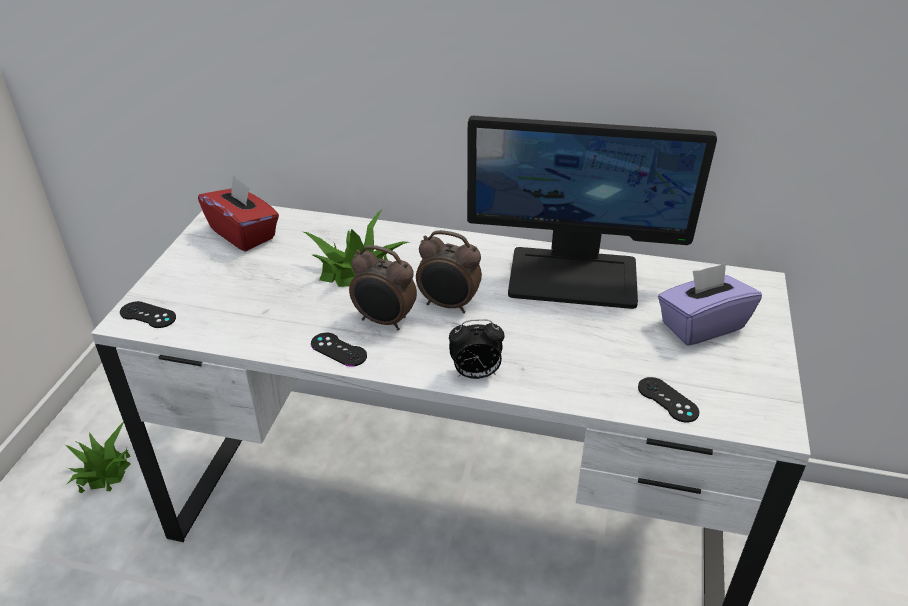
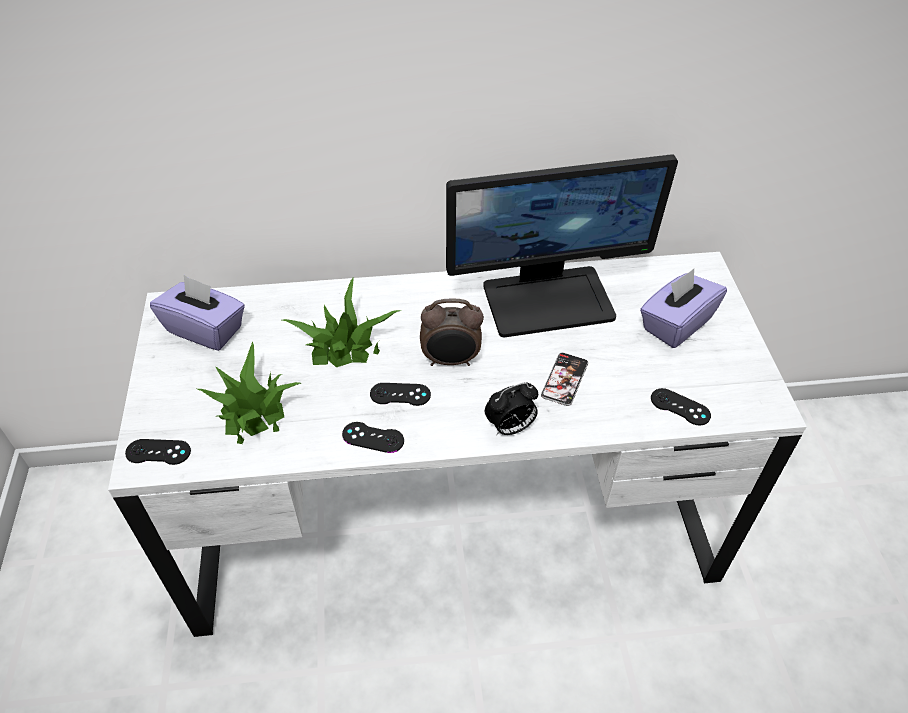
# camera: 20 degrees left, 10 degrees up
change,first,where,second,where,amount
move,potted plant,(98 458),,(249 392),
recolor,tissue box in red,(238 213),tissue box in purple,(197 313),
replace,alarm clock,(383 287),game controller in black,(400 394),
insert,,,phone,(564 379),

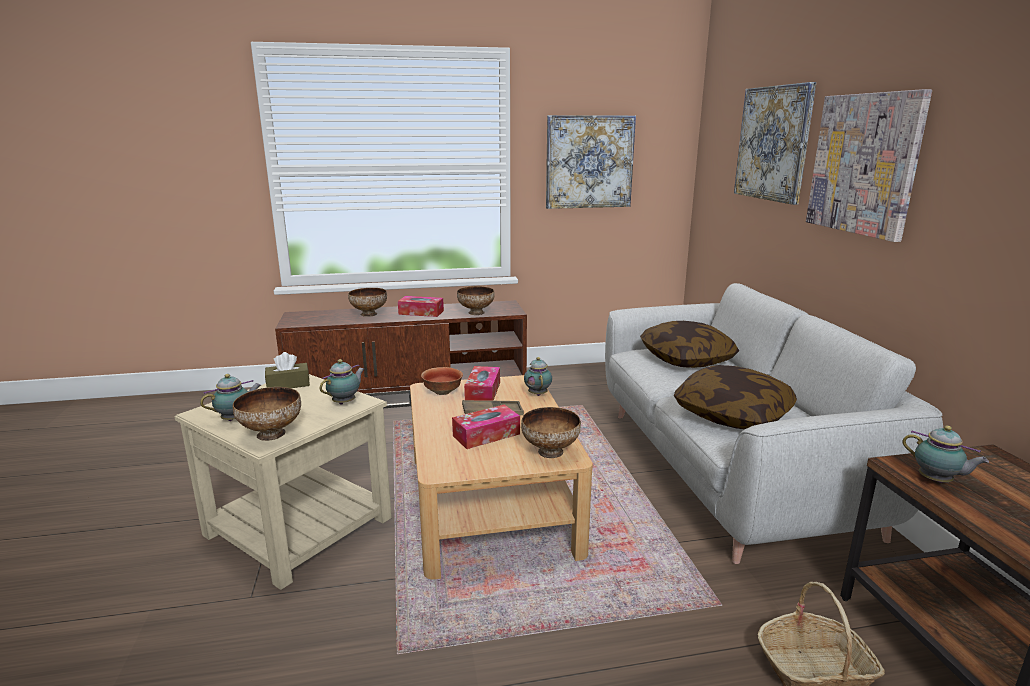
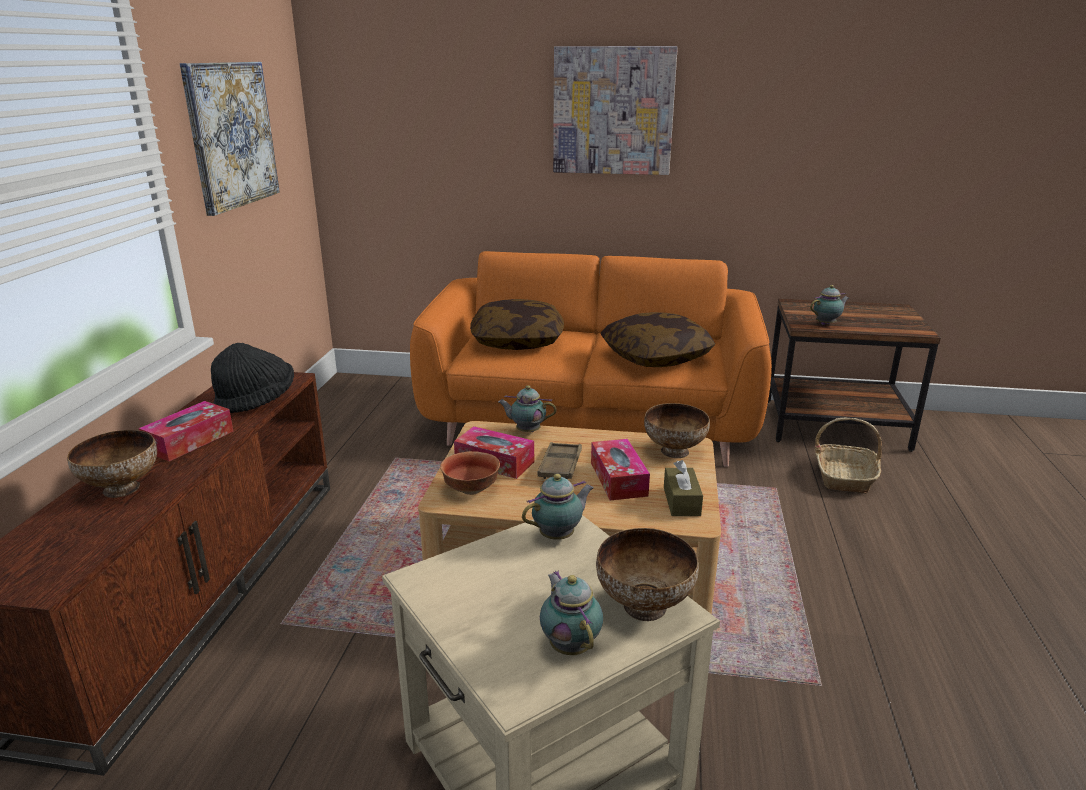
# camera: 70 degrees left, 5 degrees up
change,first,where,second,where,amount
move,tissue box in brown,(287 370),,(683 488),
rotate,teapot,(342 381),,(558 507),90 degrees clockwise
replace,bowl,(476 300),hat in black,(252 378),
recolor,sofa in grey,(774 423),sofa in orange,(591 359),
delete,picture,(775 143),,,

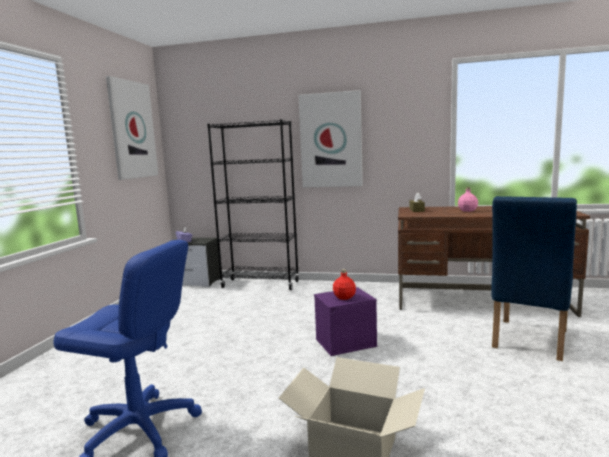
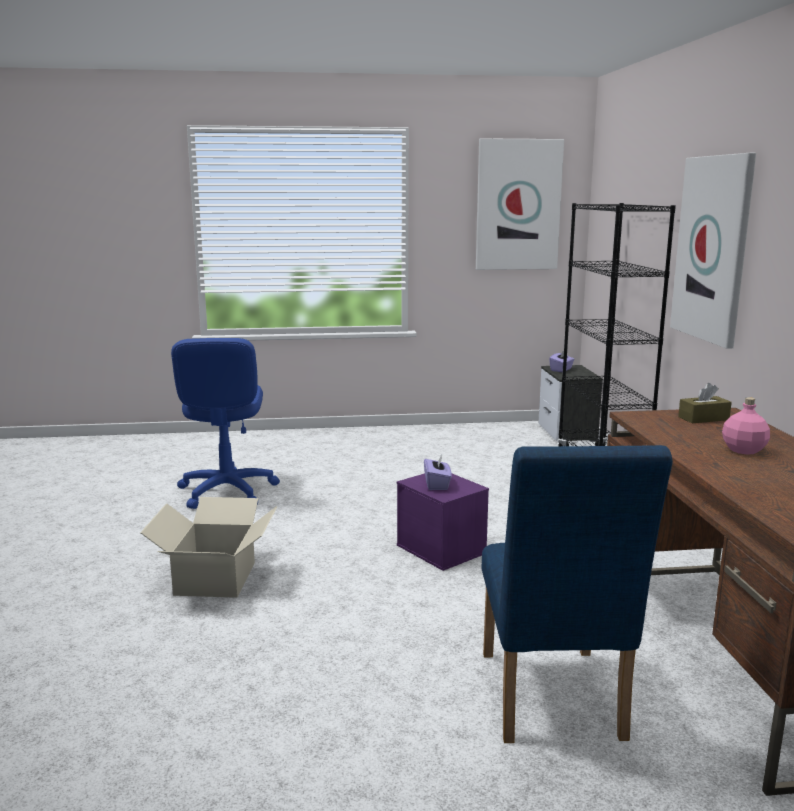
# camera: 70 degrees right, 5 degrees up
change,first,where,second,where,amount
replace,bottle in red,(344 284),tissue box in purple,(438 472),
rotate,chair in blue,(534 278),,(577 594),105 degrees counterclockwise

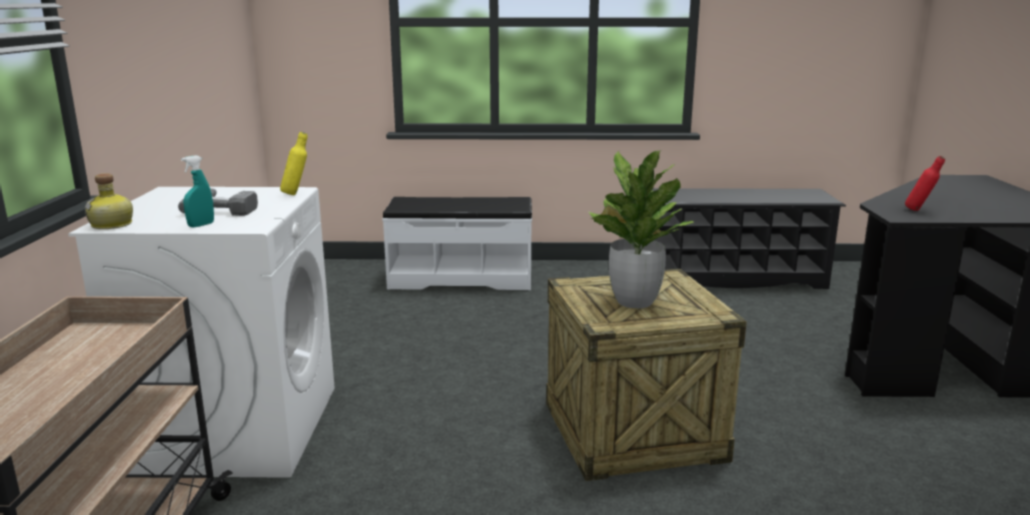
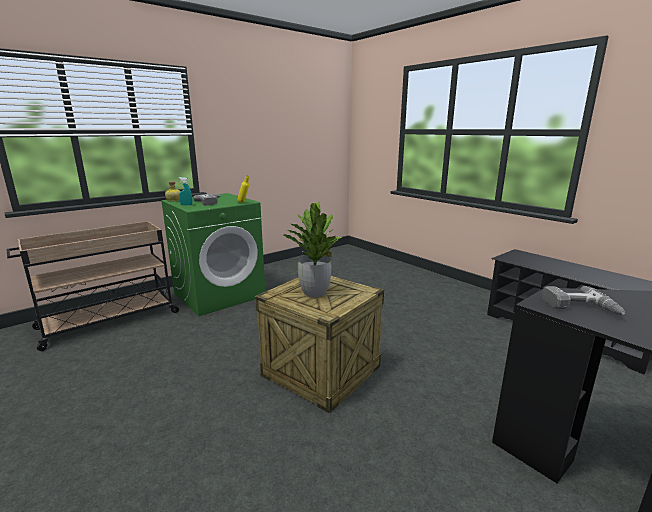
# camera: 50 degrees right, 0 degrees up
change,first,where,second,where,amount
recolor,washing machine in white,(201 332),washing machine in green,(213 254),
delete,bench in white,(457 243),,,
replace,bottle in red,(925 183),power drill,(583 300),

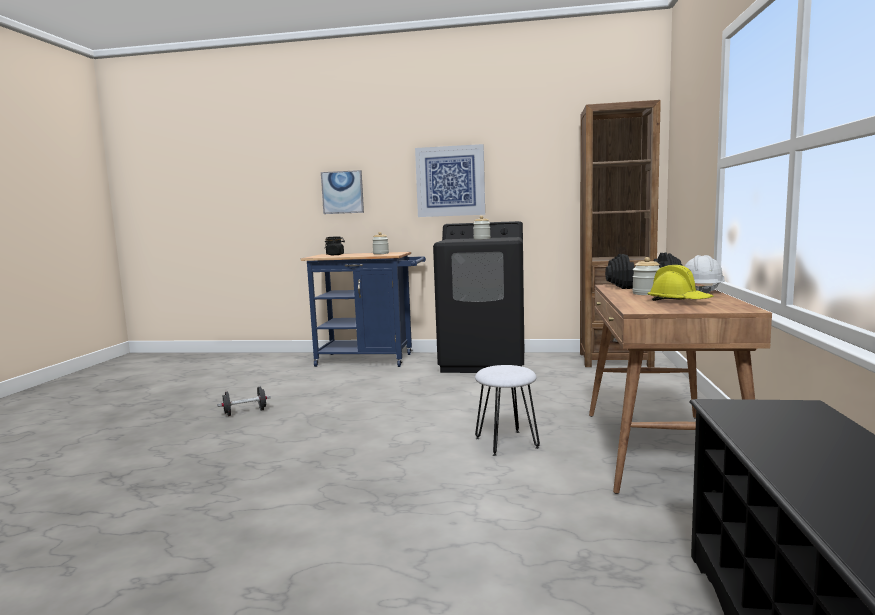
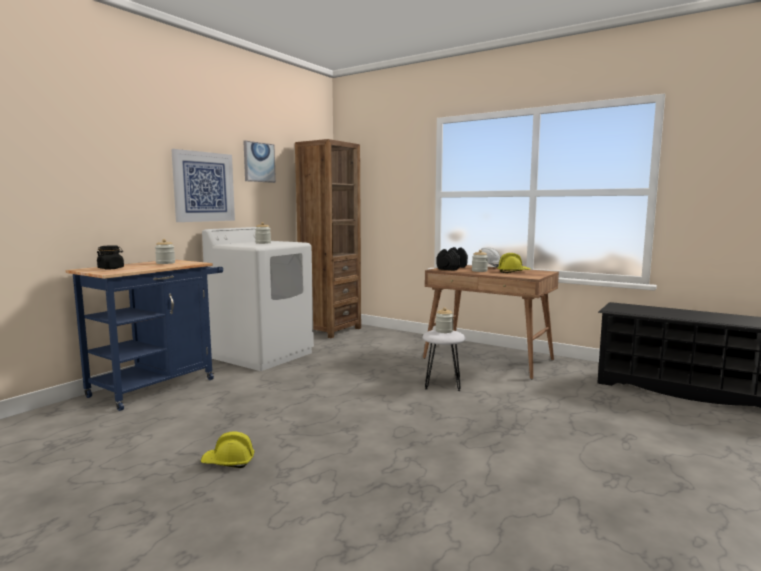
# camera: 65 degrees left, 0 degrees up
change,first,where,second,where,amount
replace,dumbbell in black,(244 401),hard hat in yellow,(228 449),
move,picture,(342 192),,(259 162),
recolor,washing machine in black,(478 297),washing machine in white,(258 299),
insert,,,jar,(445 320),

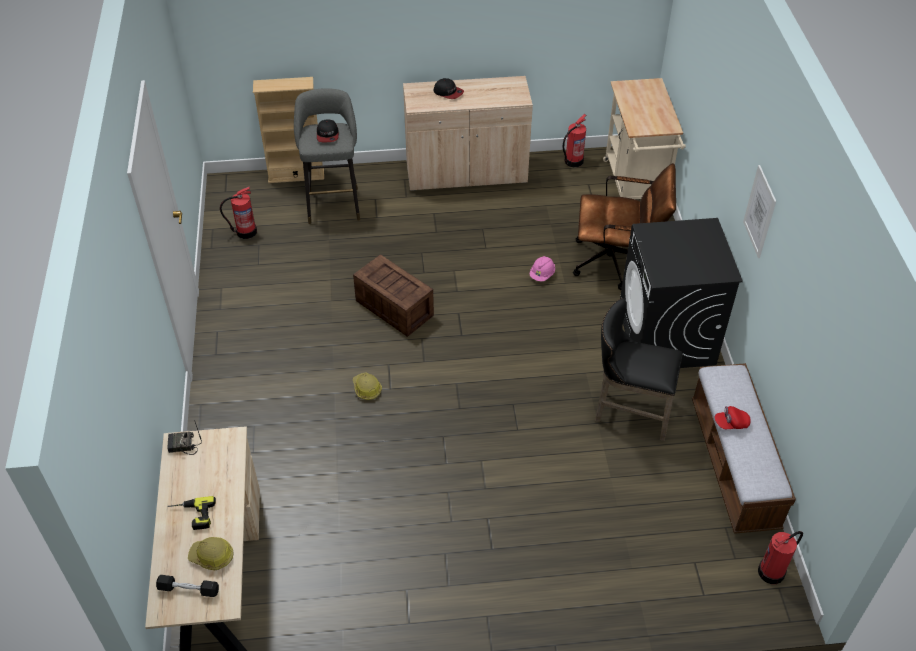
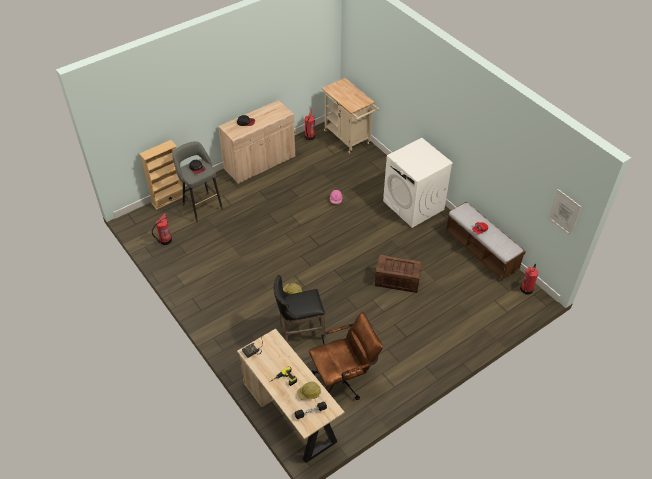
# camera: 30 degrees left, 0 degrees up
change,first,where,second,where,amount
move,crate,(393 295),,(398 274),
move,office chair in brown,(624 226),,(346 356),
move,stool in black,(639 369),,(300 309),
recolor,washing machine in black,(681 293),washing machine in white,(418 183),
move,picture,(759 211),,(564 212),

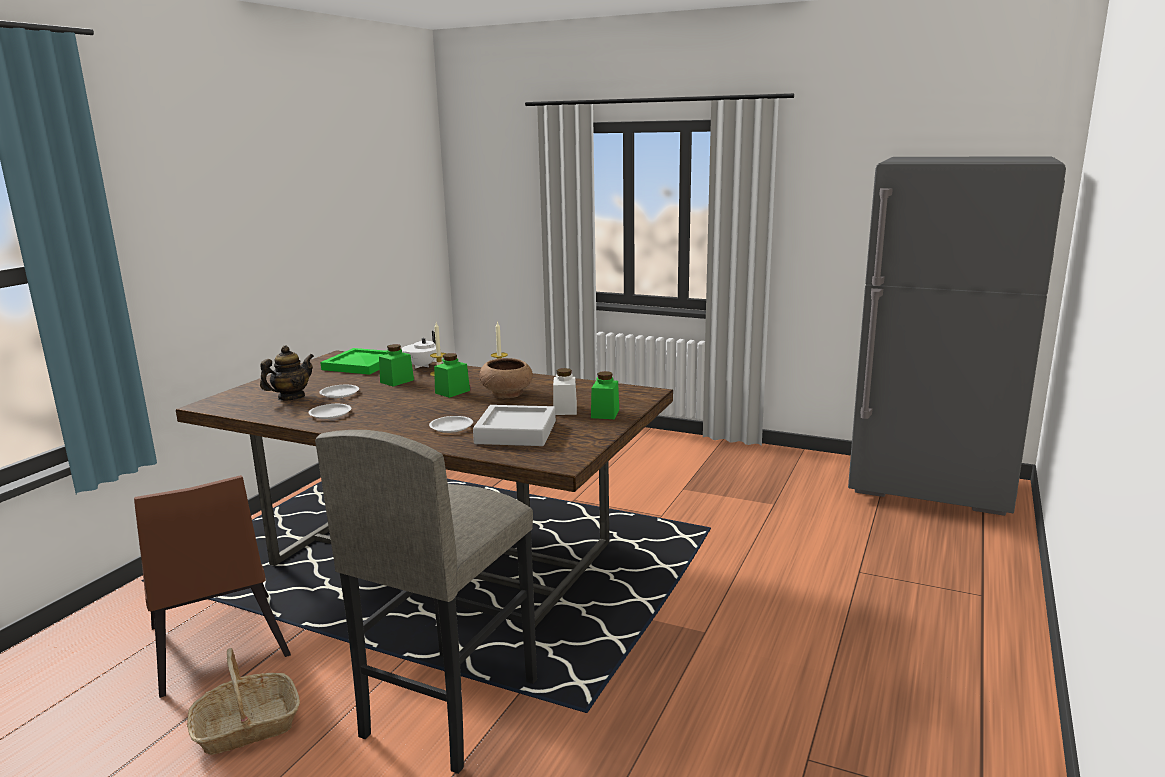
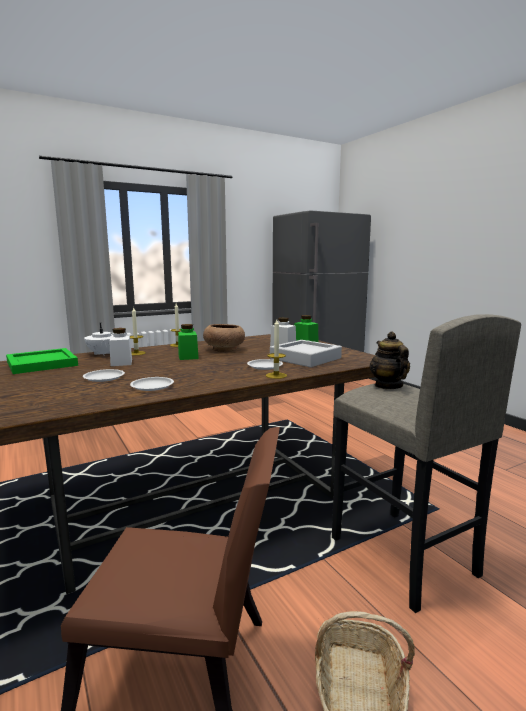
# camera: 55 degrees left, 5 degrees down
change,first,where,second,where,amount
move,teapot,(287 373),,(390 360),
recolor,jar in green,(396 365),jar in white,(120 347),
insert,,,candle,(276 349),

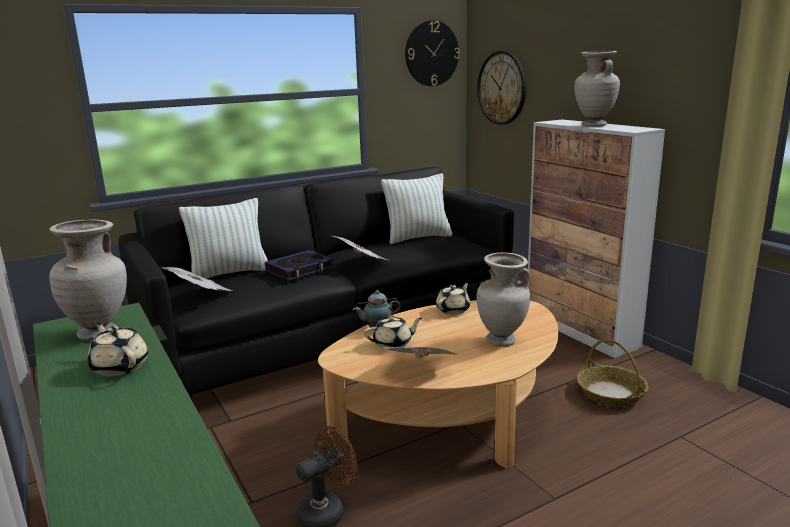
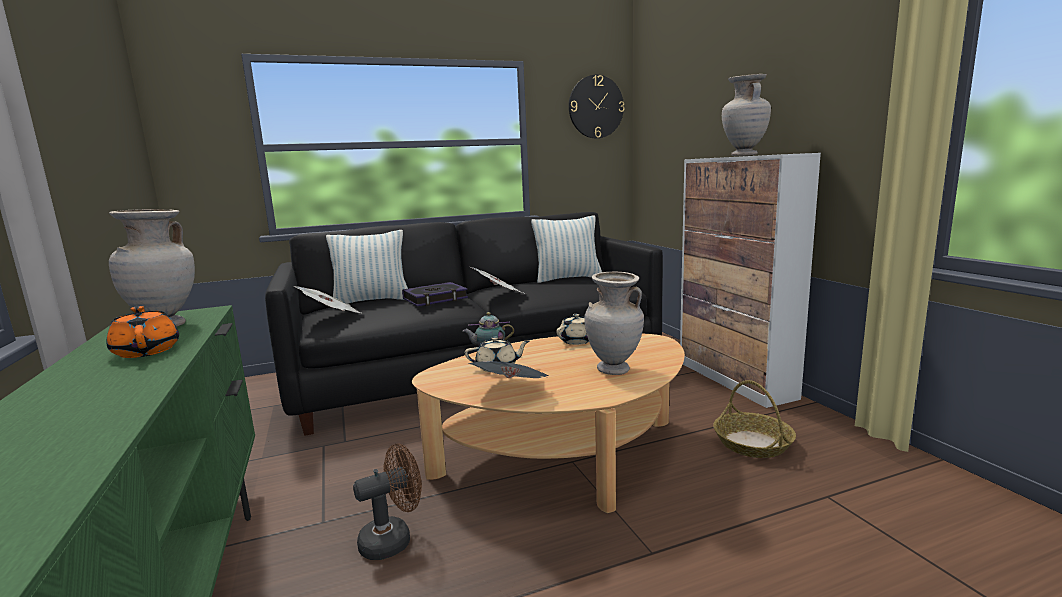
# camera: 10 degrees right, 5 degrees down
change,first,where,second,where,amount
recolor,teapot in beige,(117 350),teapot in orange,(142 332),
delete,wall clock,(502 88),,,

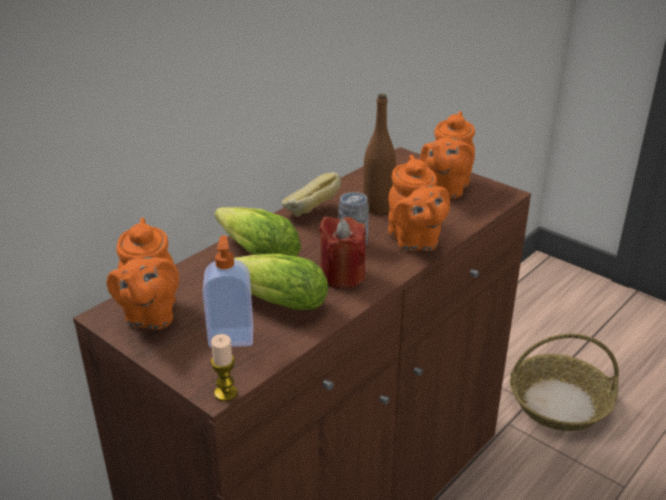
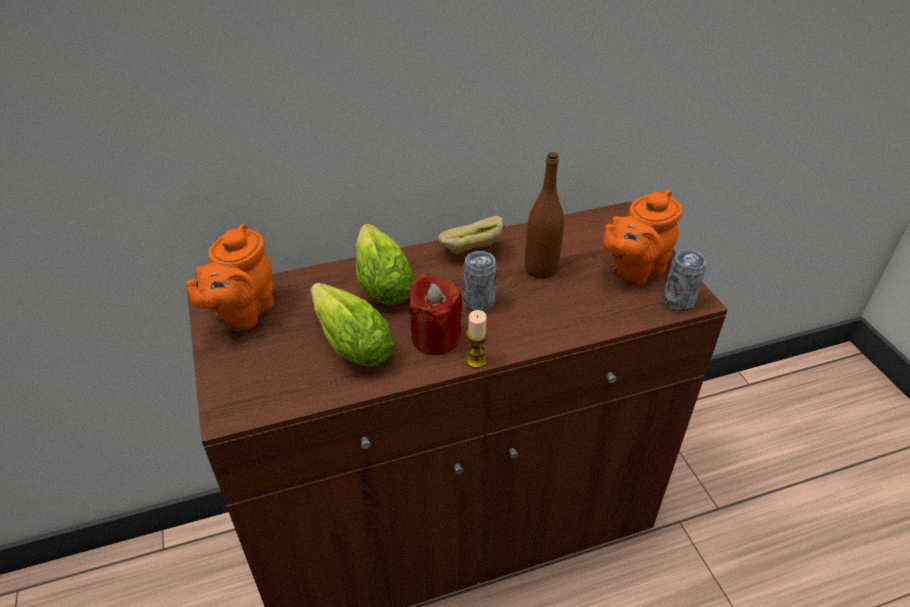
# camera: 30 degrees right, 10 degrees up
change,first,where,second,where,amount
delete,soap dispenser,(228 292),,,
move,candle,(224 367),,(477 339),
delete,teapot in orange,(419 203),,,
delete,basket,(564 382),,,
insert,,,can,(684 280),

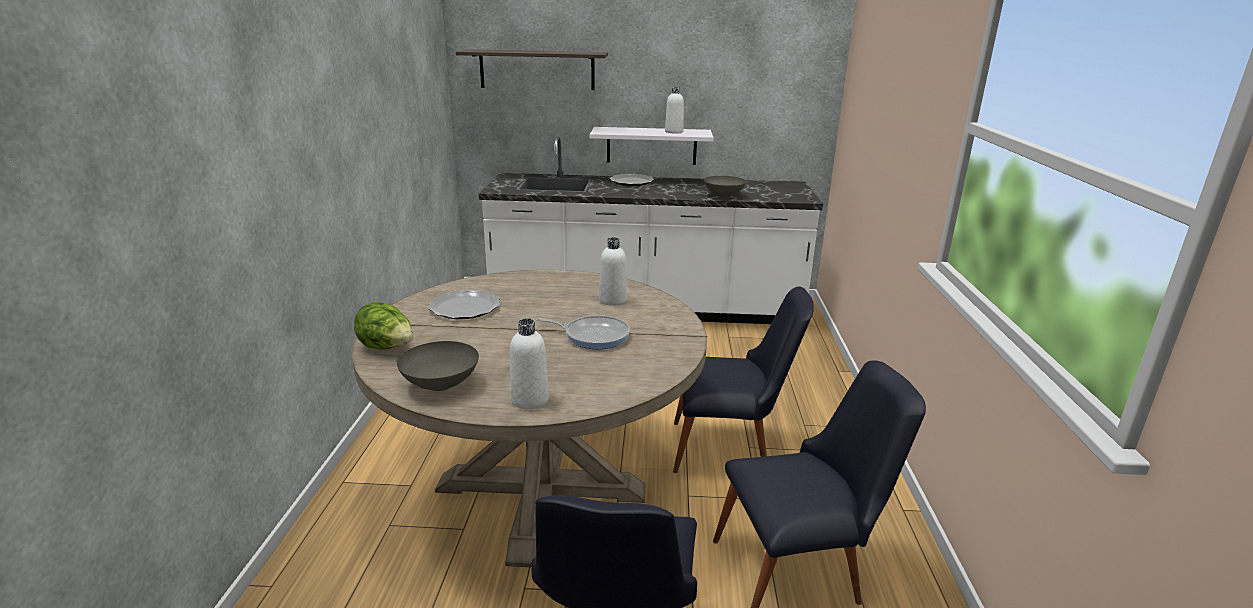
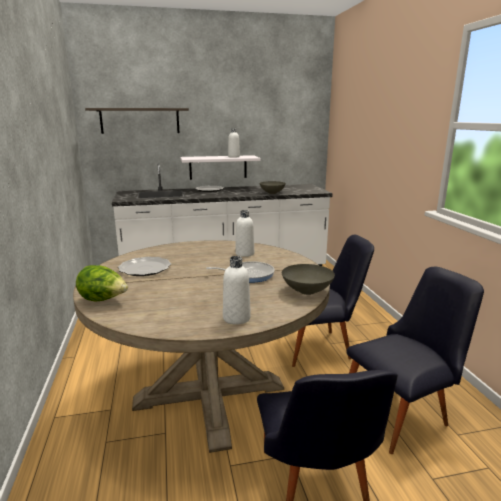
# camera: 15 degrees left, 5 degrees down
change,first,where,second,where,amount
move,bowl in grey,(438 366),,(308 279),

